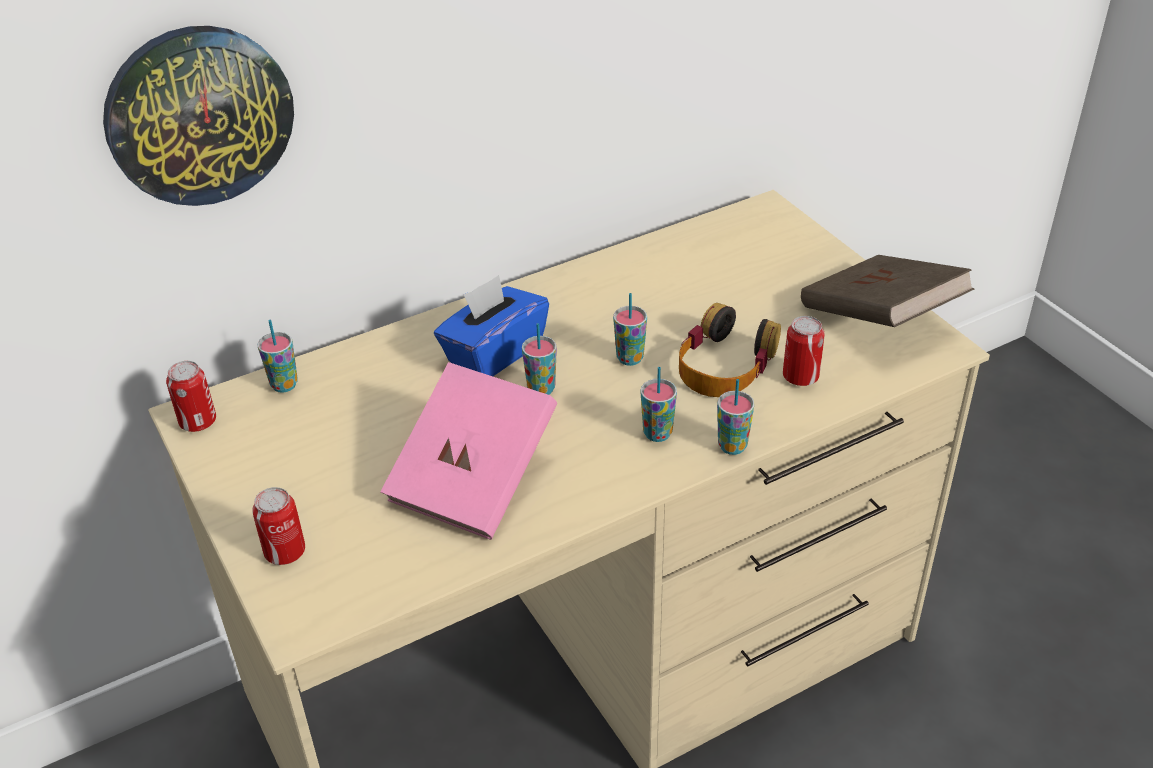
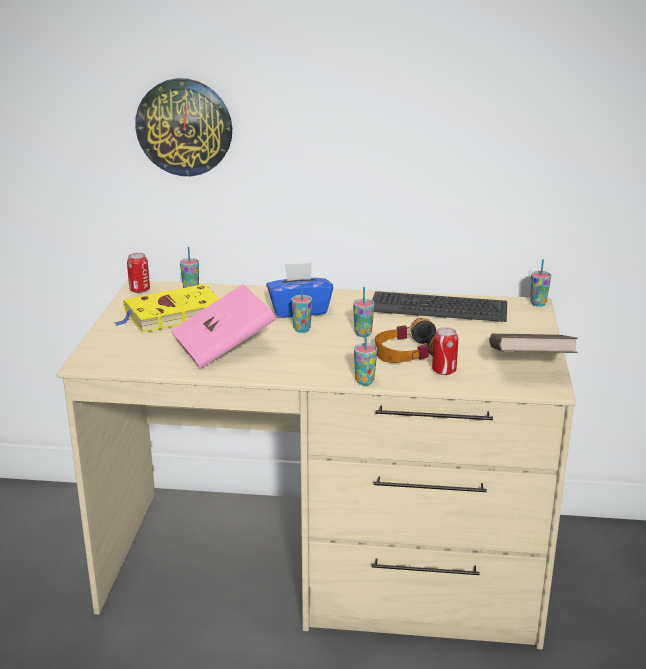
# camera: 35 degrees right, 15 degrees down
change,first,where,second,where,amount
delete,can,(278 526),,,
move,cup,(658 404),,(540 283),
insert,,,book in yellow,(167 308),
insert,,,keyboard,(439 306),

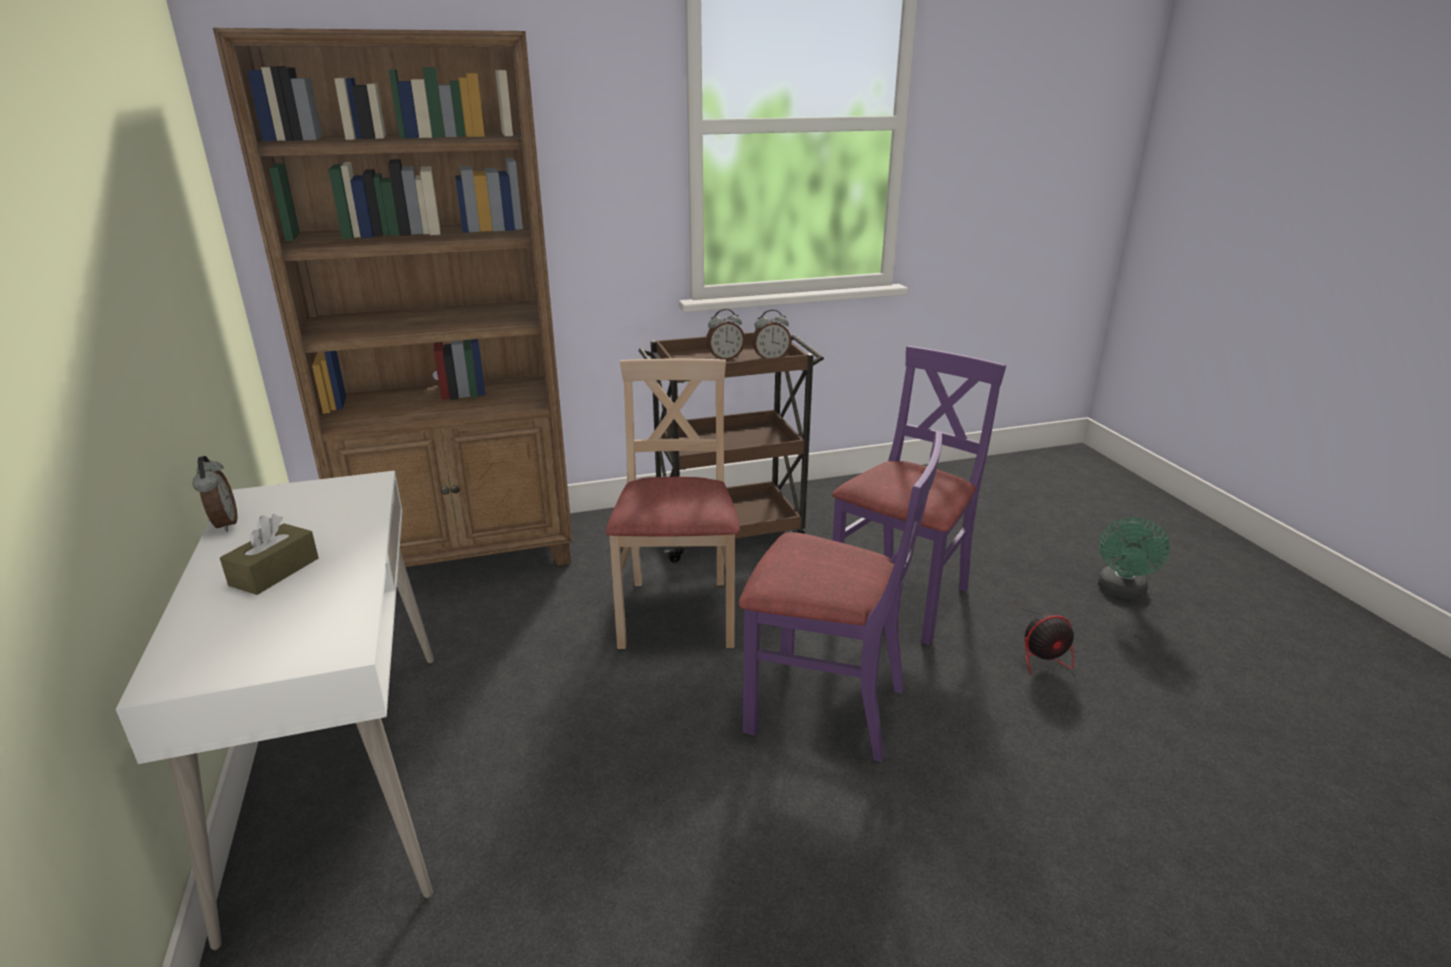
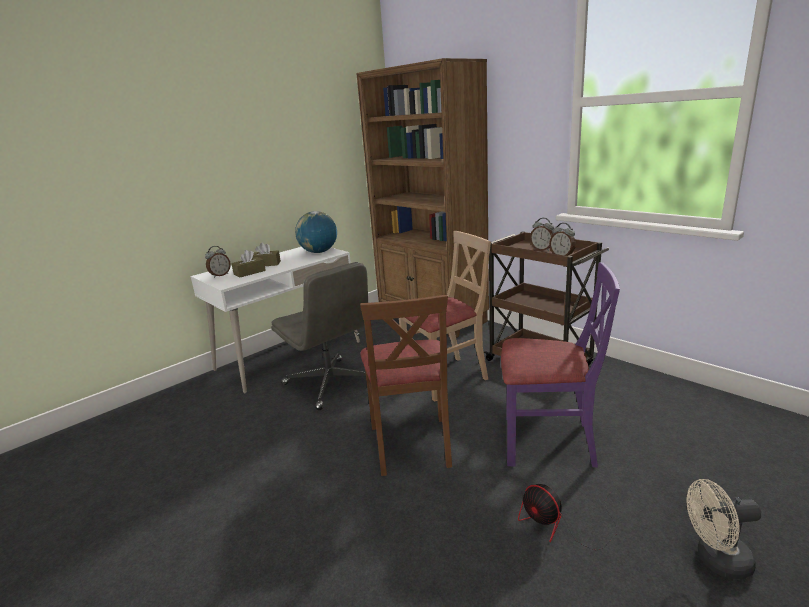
# camera: 65 degrees right, 5 degrees down
change,first,where,second,where,amount
move,alarm clock,(214 494),,(218 262),
recolor,chair in purple,(840 597),chair in brown,(406 385),
recolor,fan in green,(1134 558),fan in beige,(723 529),
insert,,,tissue box in brown,(248 264),
insert,,,office chair in grey,(319 336),
insert,,,globe,(316 232),

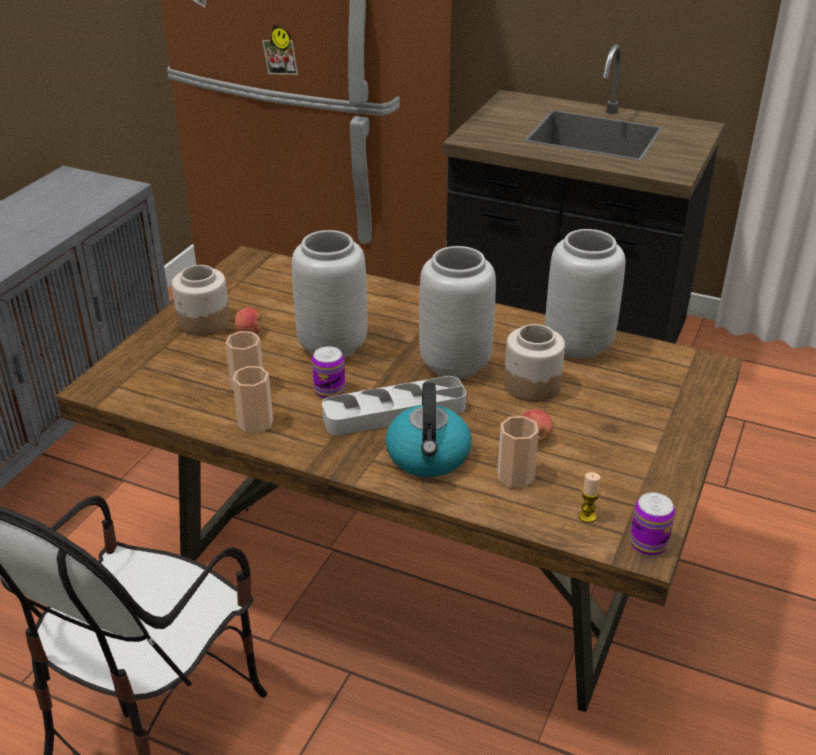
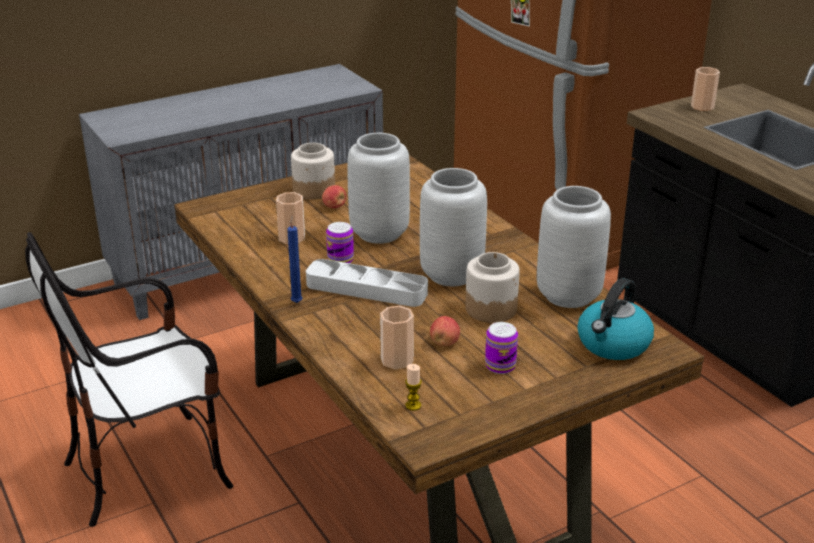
# camera: 35 degrees right, 5 degrees down
change,first,where,second,where,amount
move,cup,(252 399),,(705 89),
move,kettle,(428 430),,(615 319),
move,can,(652 524),,(501 348),
insert,,,candle in blue,(294 259),

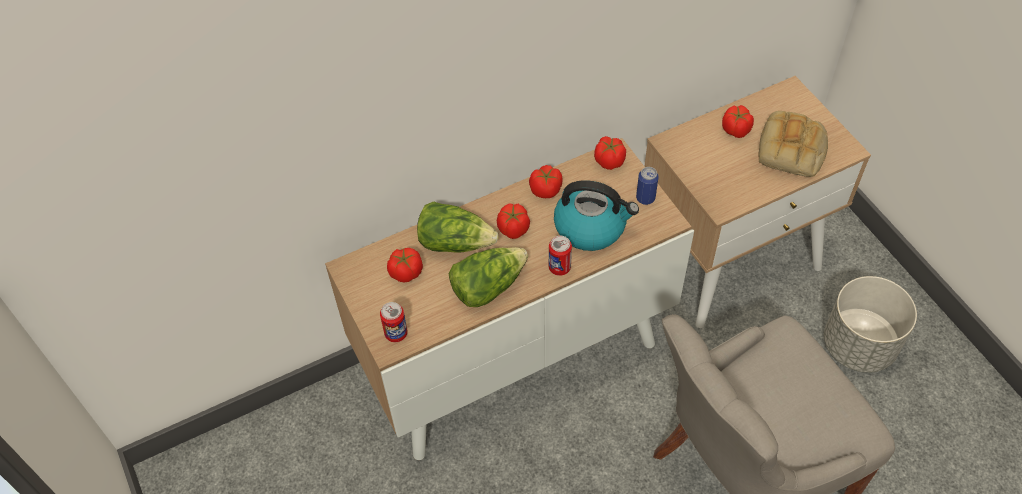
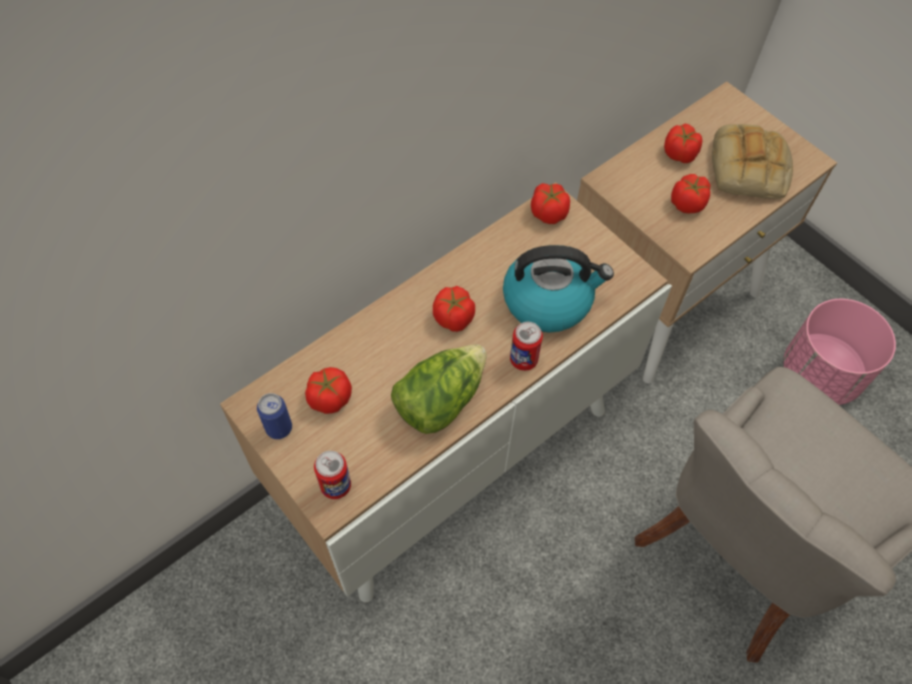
# camera: 15 degrees left, 5 degrees up
change,first,where,second,where,amount
delete,lettuce,(458 227),,,
move,tomato,(545 181),,(691 193),
move,can,(647 186),,(274 416),
recolor,planter in grey,(870 324),planter in pink,(839 352),

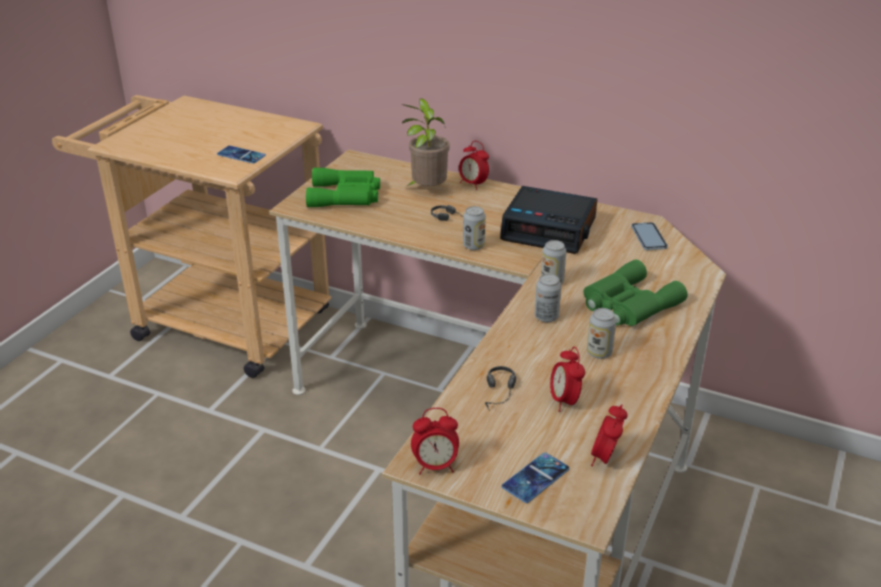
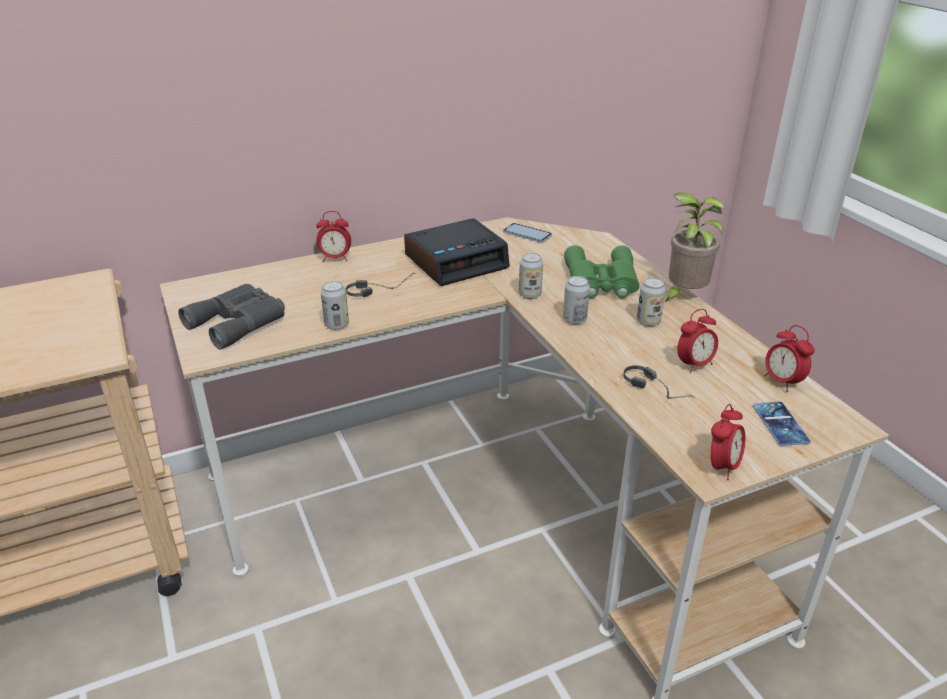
# camera: 50 degrees left, 0 degrees up
change,first,where,second,where,amount
delete,phone,(241 155),,,
recolor,binoculars in green,(343 187),binoculars in grey,(231 317),
move,potted plant,(425 142),,(695 247),
move,can,(474 228),,(335 305),
rotate,alarm clock,(567 379),,(697 341),60 degrees counterclockwise

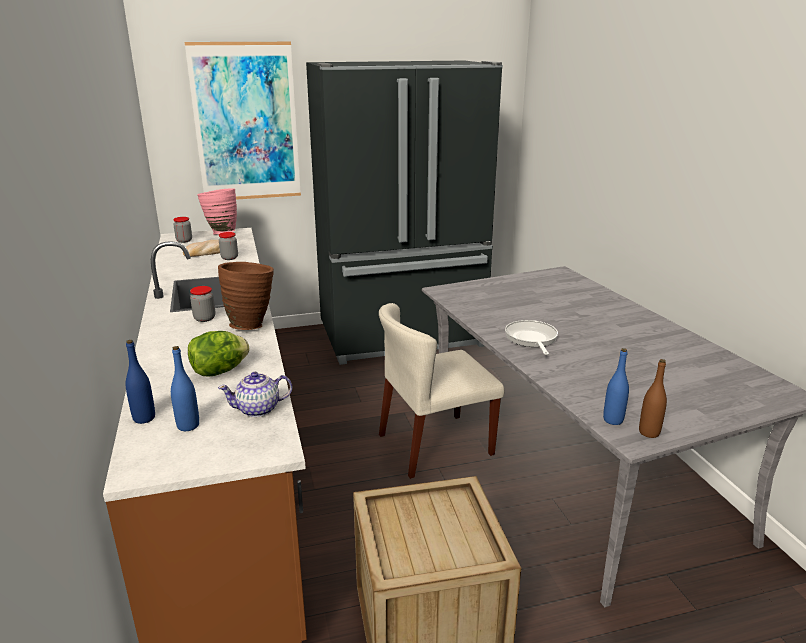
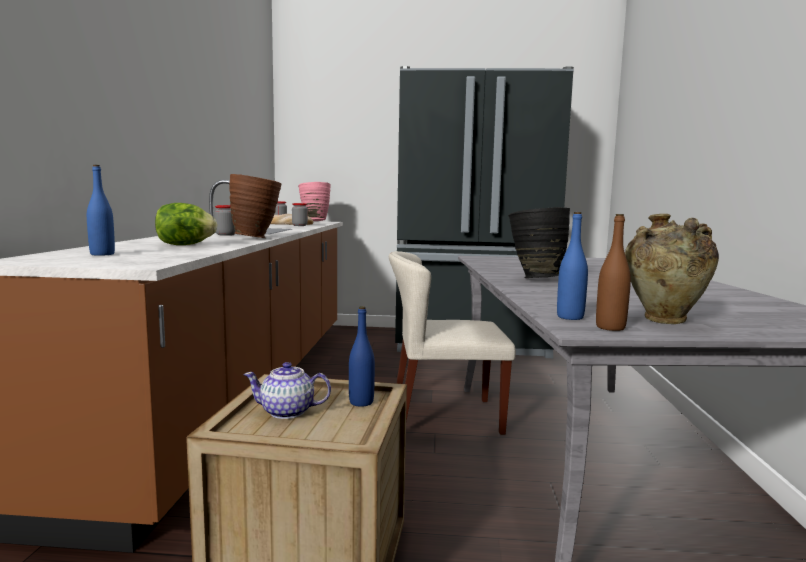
# camera: 20 degrees right, 15 degrees down
change,first,where,second,where,amount
move,bottle in blue,(140 382),,(362 356),
delete,picture,(243 121),,,
move,teapot,(255 394),,(287 390),
replace,frying pan,(531 337),vase in black,(539 242),
insert,,,vase in beige,(672 269),

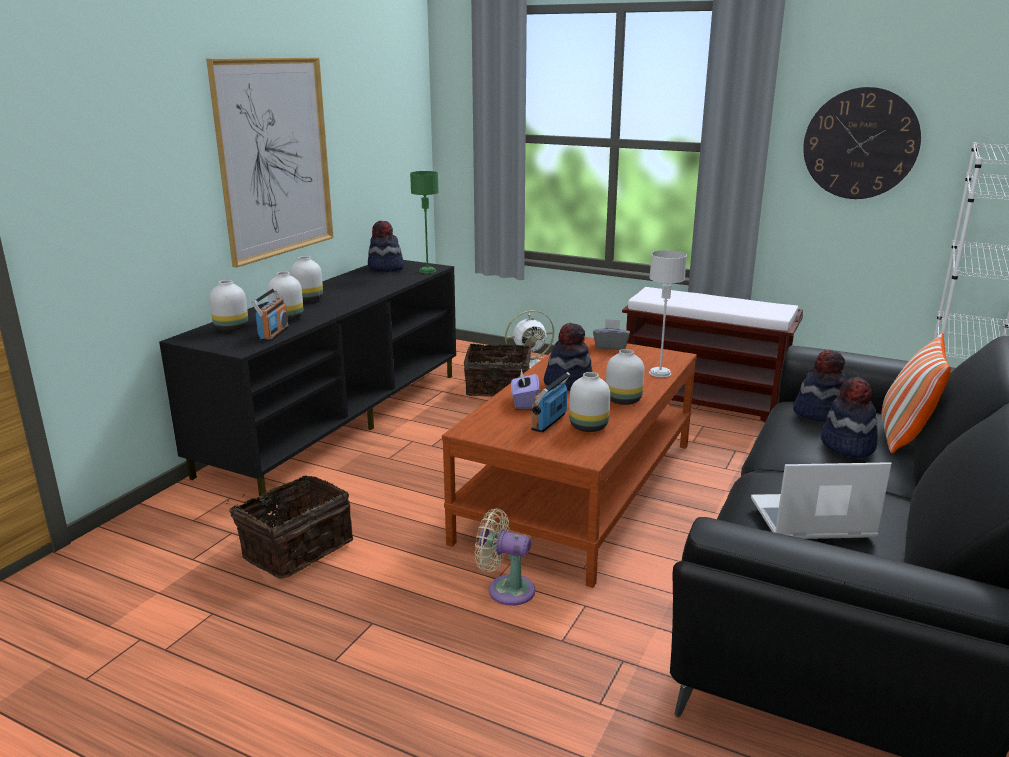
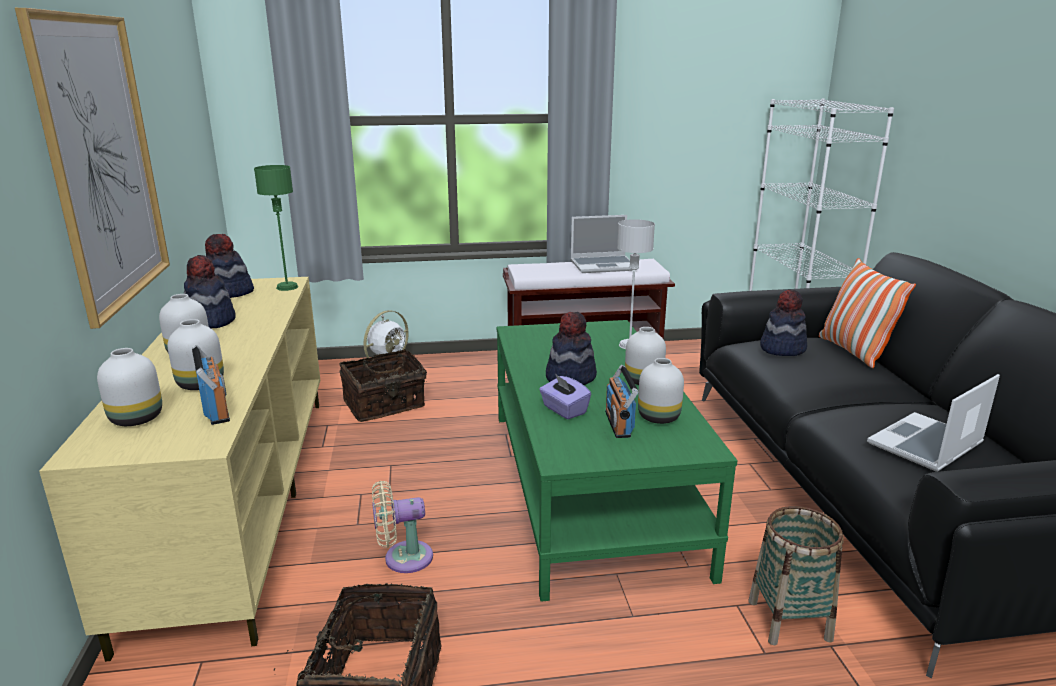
# camera: 35 degrees left, 0 degrees up
change,first,where,second,where,amount
recolor,tv stand in black,(307 378),tv stand in beige,(179 469),
recolor,coffee table in brown,(569 462),coffee table in green,(617 461),
move,fan in beige,(505 557),,(402 527),
delete,tissue box in grey,(611 334),,,
delete,wall clock,(862 143),,,
move,hat,(849 417),,(210 291),
insert,,,laptop,(604 244),
insert,,,basket,(796 575),

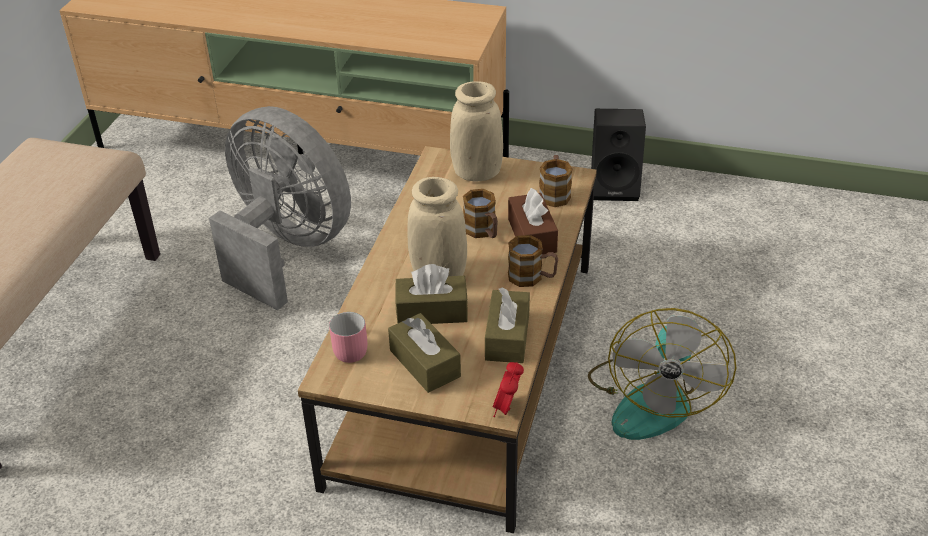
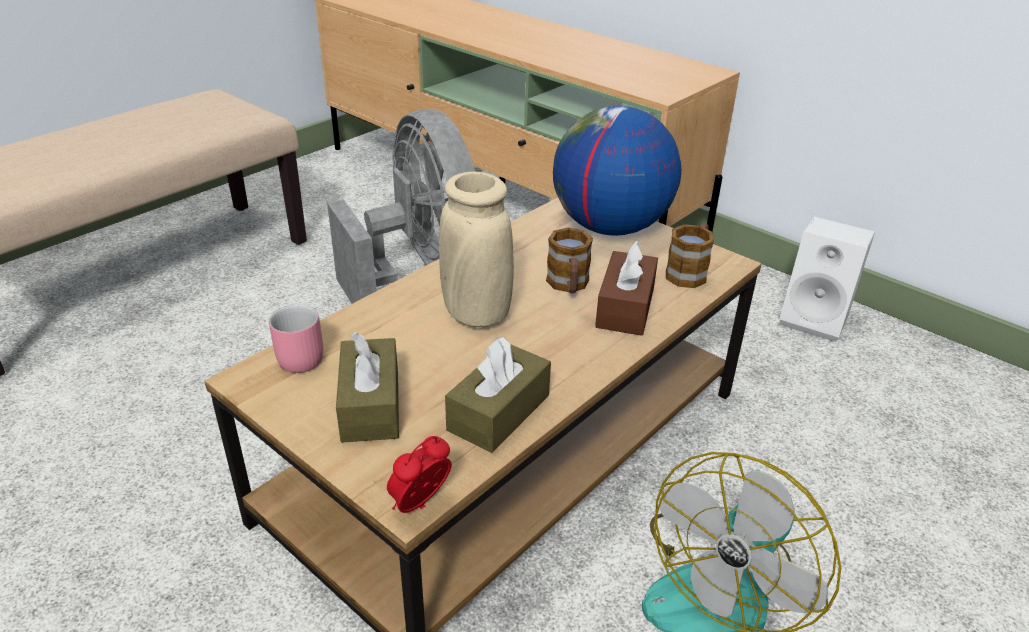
# camera: 25 degrees right, 5 degrees down
change,first,where,second,where,amount
delete,tissue box in brown,(431 294),,,
replace,vase in beige,(476 131),globe,(617 171),
delete,mug,(533 261),,,
recolor,speaker in black,(618 155),speaker in white,(827 279),

